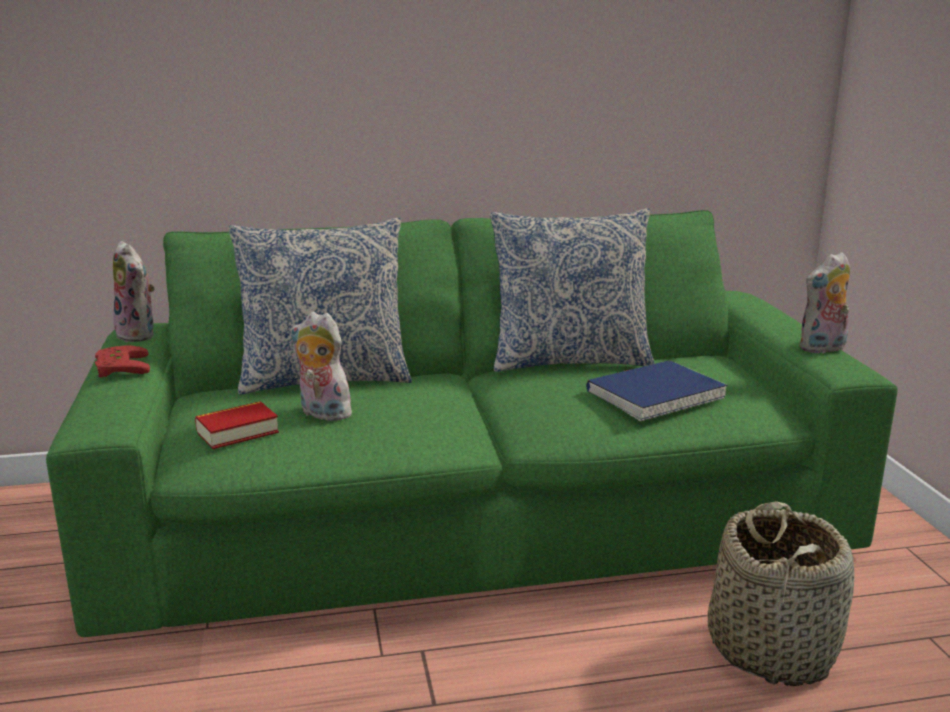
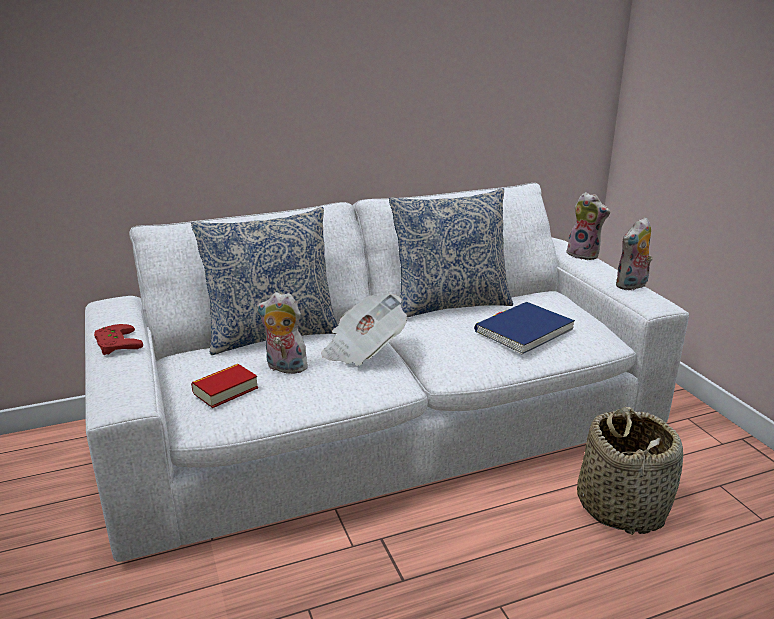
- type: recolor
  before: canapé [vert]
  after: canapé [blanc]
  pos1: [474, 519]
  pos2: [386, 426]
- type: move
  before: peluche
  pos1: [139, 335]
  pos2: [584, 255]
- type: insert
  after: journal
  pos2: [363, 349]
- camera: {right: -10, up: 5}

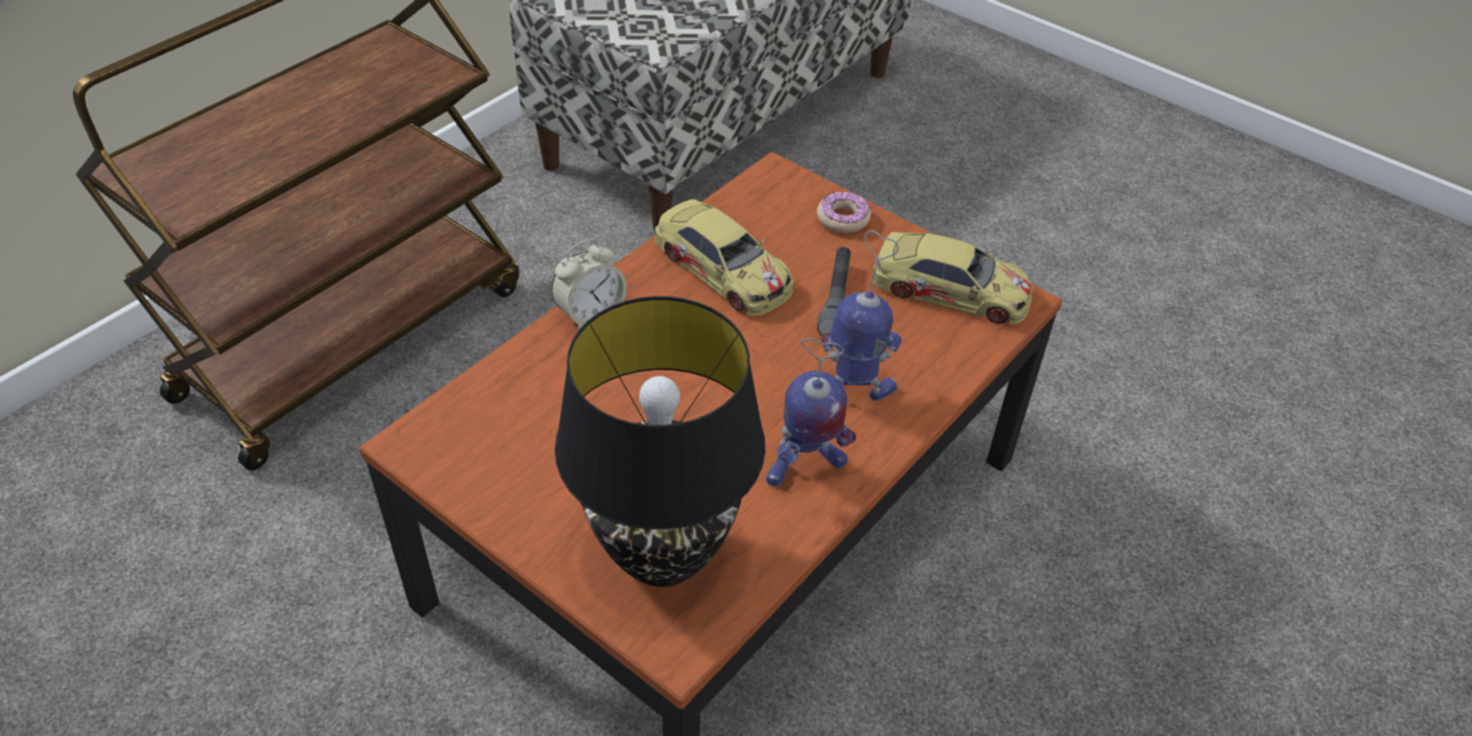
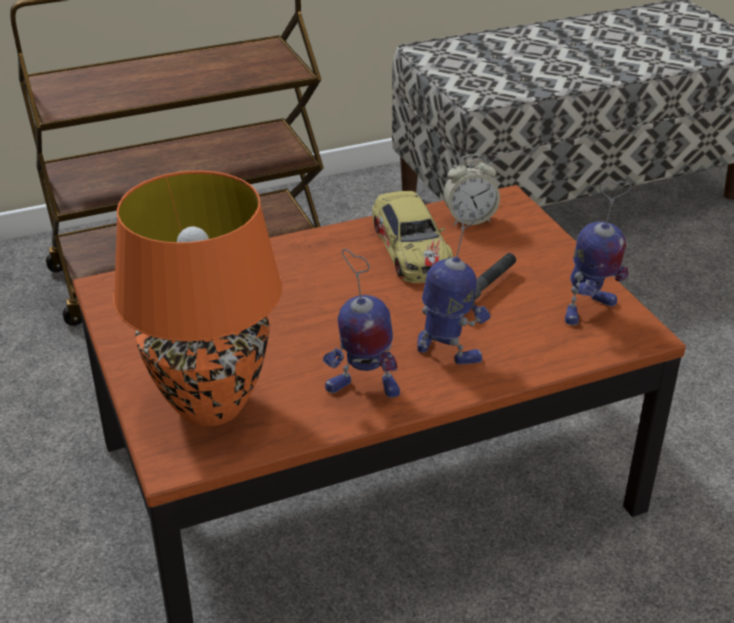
- type: delete
  before: beignet
  pos1: [843, 219]
- type: replace
  before: petite voiture
  after: robot jouet
  pos1: [951, 289]
  pos2: [588, 310]
- type: move
  before: réveil
  pos1: [590, 315]
  pos2: [469, 219]
- type: recolor
  before: lampe de table [noir]
  after: lampe de table [orange]
  pos1: [664, 556]
  pos2: [211, 407]
- camera: {right: 30, up: -10}

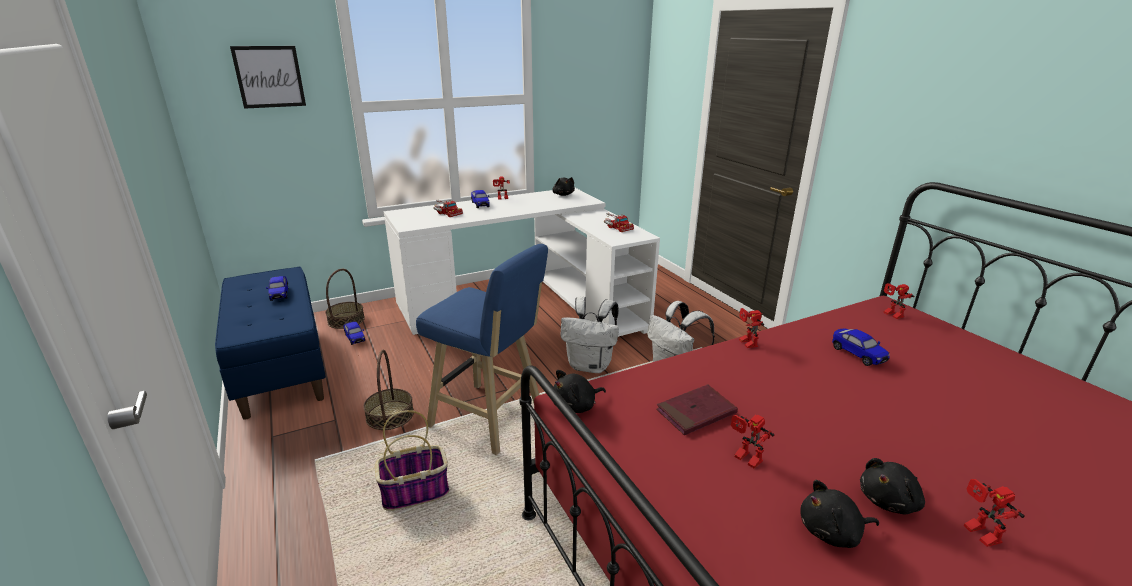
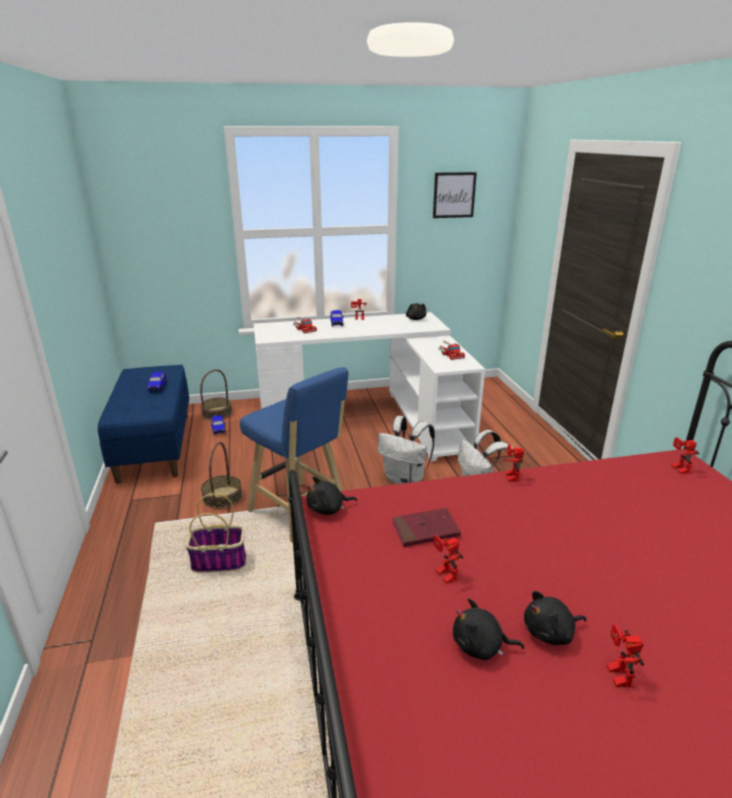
- type: move
  before: tableau
  pos1: [269, 77]
  pos2: [454, 195]
- type: delete
  before: petite voiture
  pos1: [858, 355]
- camera: {right: 15, up: 0}

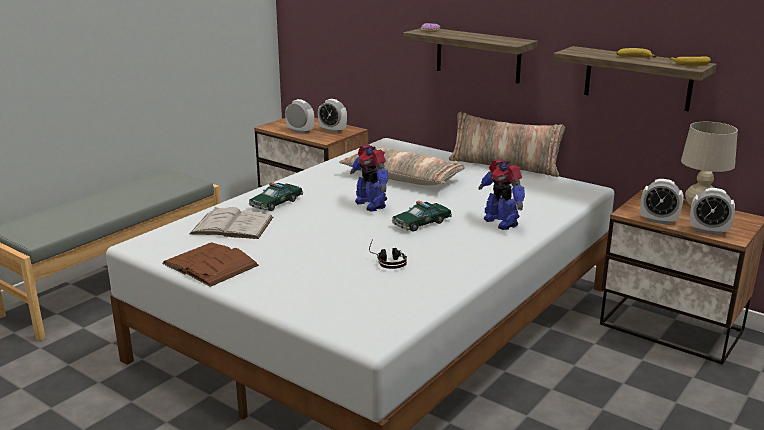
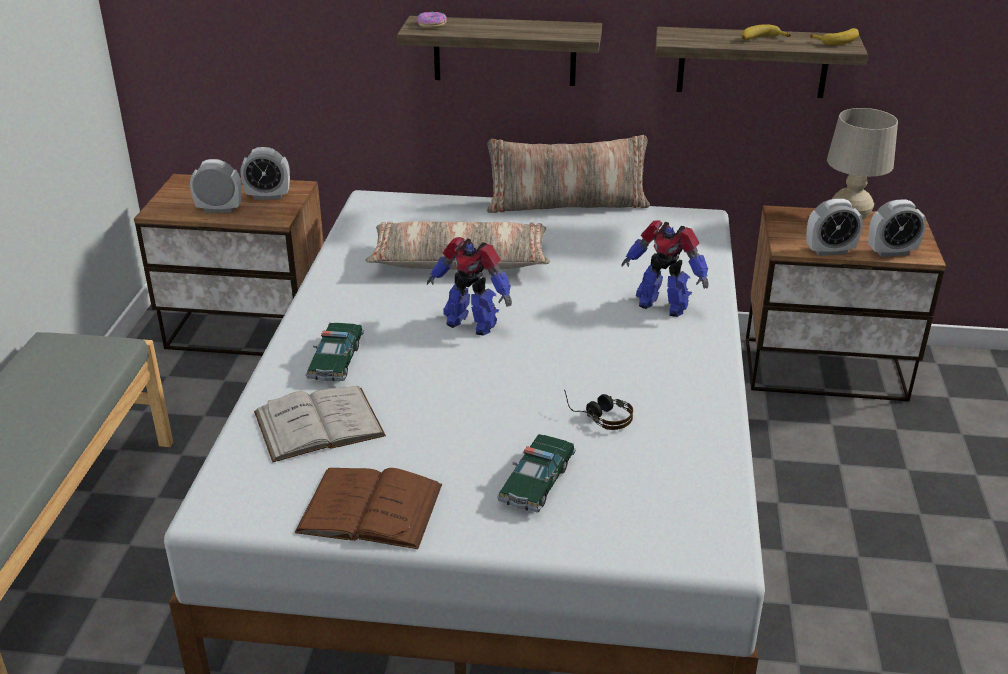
- type: move
  before: petite voiture
  pos1: [421, 223]
  pos2: [537, 482]
- camera: {right: -30, up: 10}

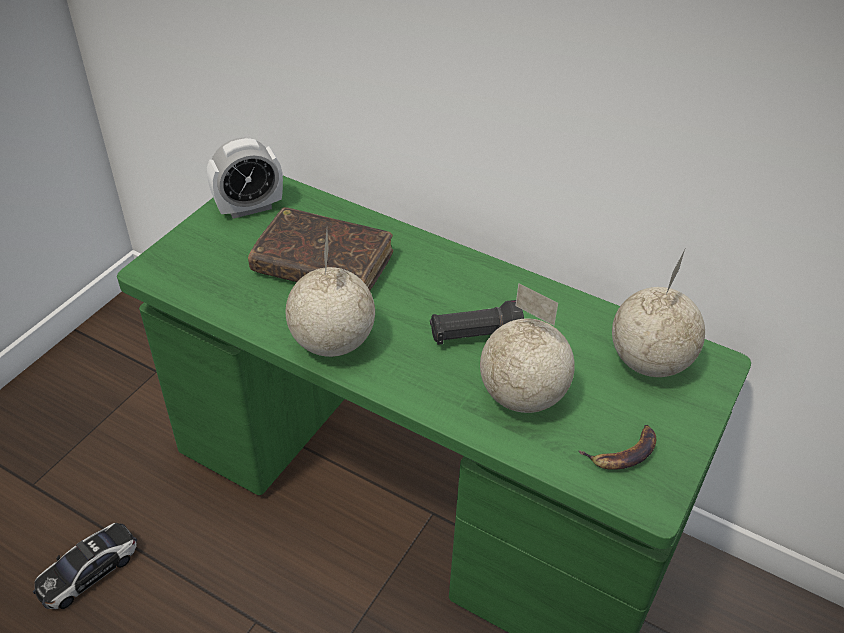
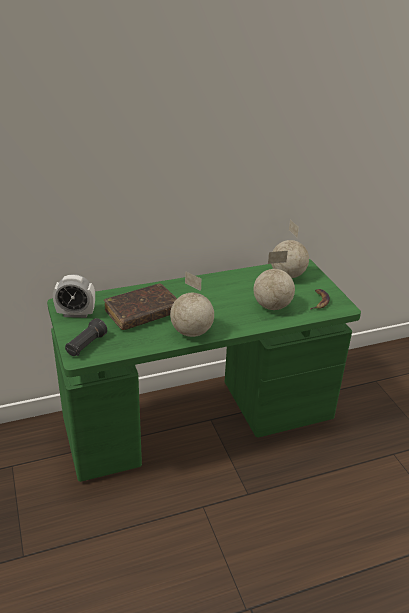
- type: rotate
  before: réveil
  pos1: [249, 208]
  pos2: [76, 314]
  turn: 75
- type: move
  before: lampe de poche [noir]
  pos1: [474, 336]
  pos2: [86, 345]
- type: delete
  before: petite voiture
  pos1: [89, 571]
- camera: {right: -50, up: -10}

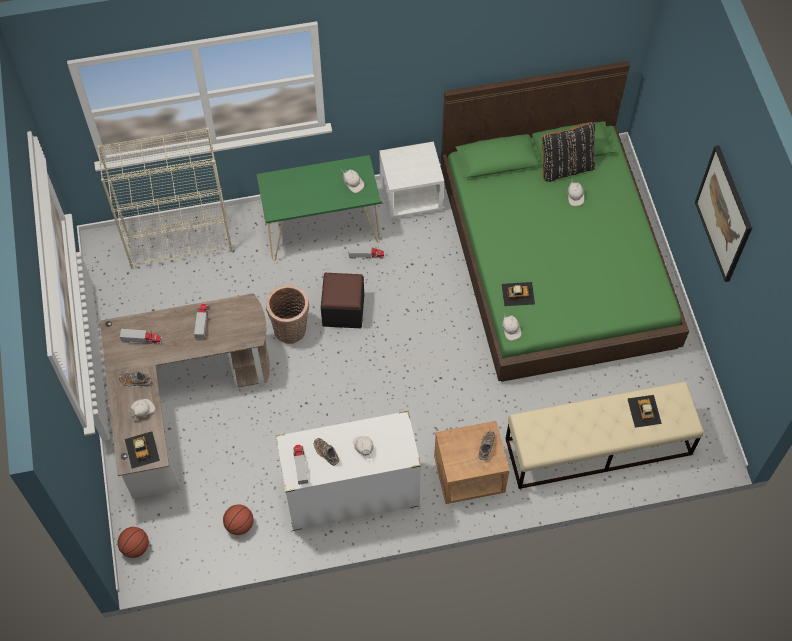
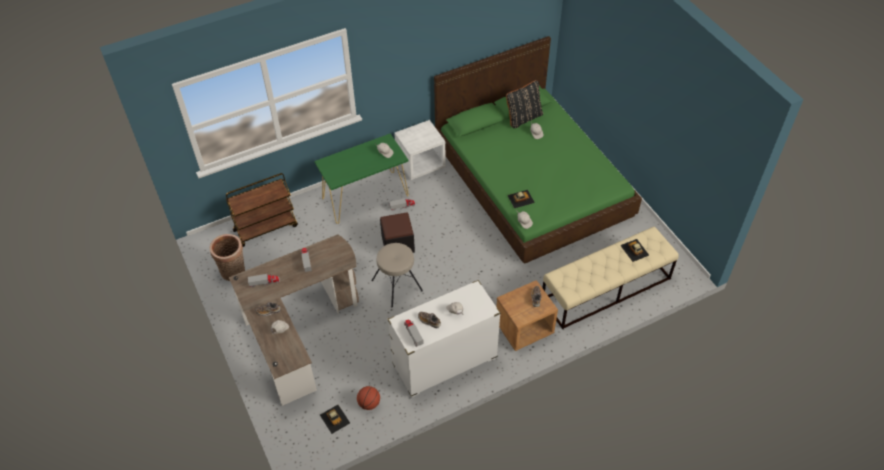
- type: replace
  before: bibliothèque [beige]
  after: chariot [marron]
  pos1: [180, 243]
  pos2: [266, 228]
- type: delete
  before: tableau
  pos1: [724, 214]
- type: move
  before: panier
  pos1: [291, 331]
  pos2: [234, 272]
- type: move
  before: petite voiture
  pos1: [142, 449]
  pos2: [335, 418]
- type: delete
  before: ballon de basket
  pos1: [135, 547]
- type: insert
  after: tabouret [beige]
  pos2: [397, 285]
- camera: {right: -15, up: -10}

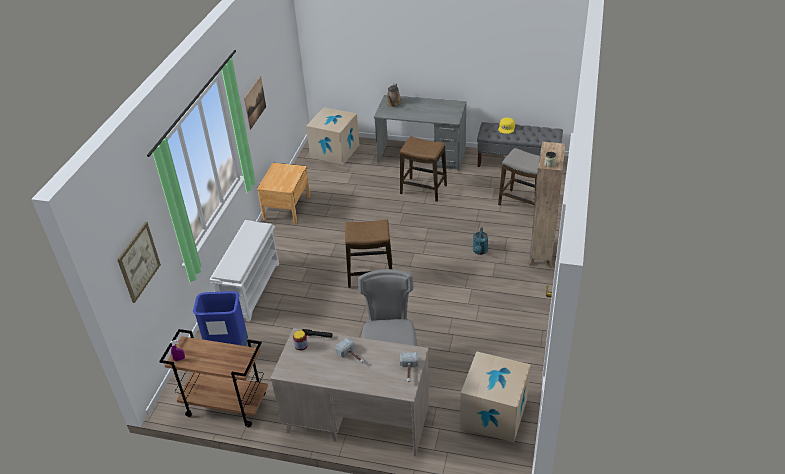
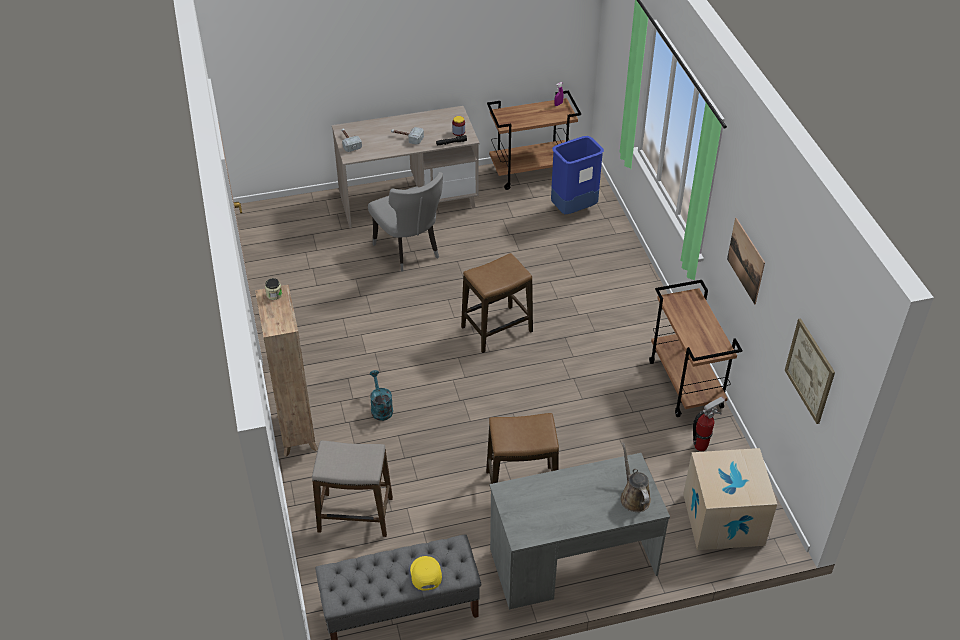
- type: replace
  before: table de chevet [marron]
  after: chariot [marron]
  pos1: [287, 208]
  pos2: [686, 385]
- type: delete
  before: étagère à chaussures [blanc]
  pos1: [251, 289]
- type: move
  before: tableau
  pos1: [139, 262]
  pos2: [810, 371]
- type: delete
  before: carton
  pos1: [493, 413]
- type: insert
  after: extincteur
  pos2: [701, 446]
- camera: {right: 150, up: 5}

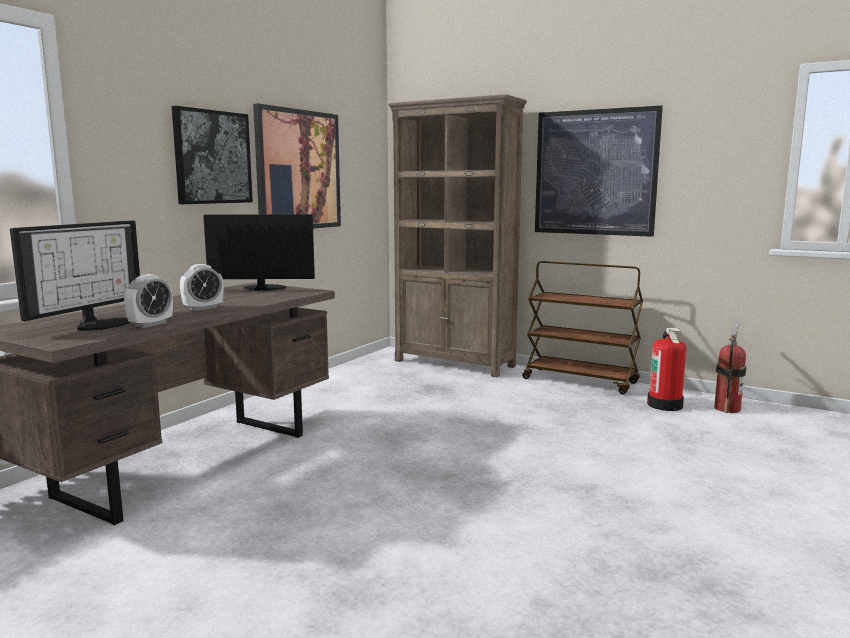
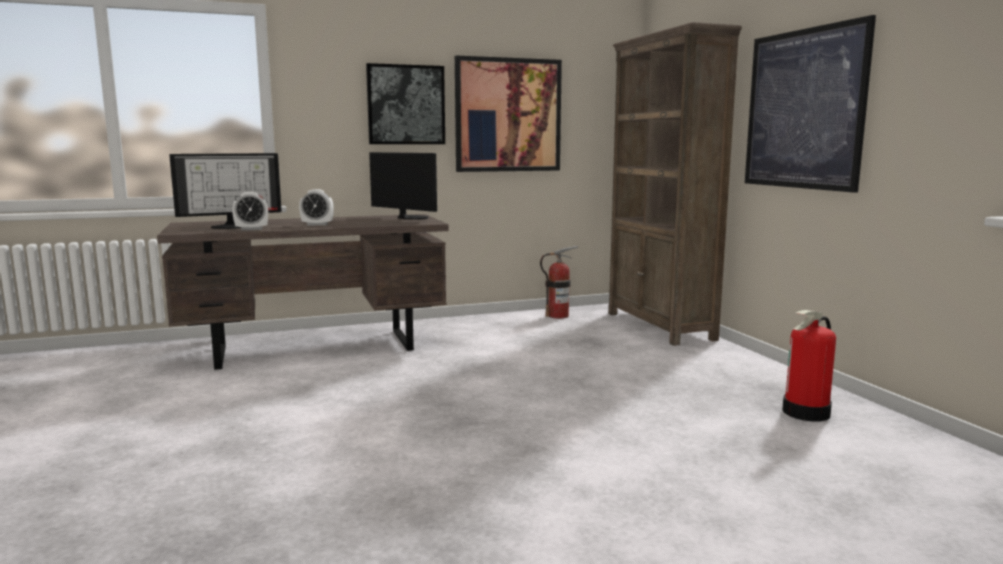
- type: delete
  before: chariot [marron]
  pos1: [581, 381]
- type: move
  before: extincteur
  pos1: [727, 408]
  pos2: [558, 316]
- camera: {right: 40, up: 0}

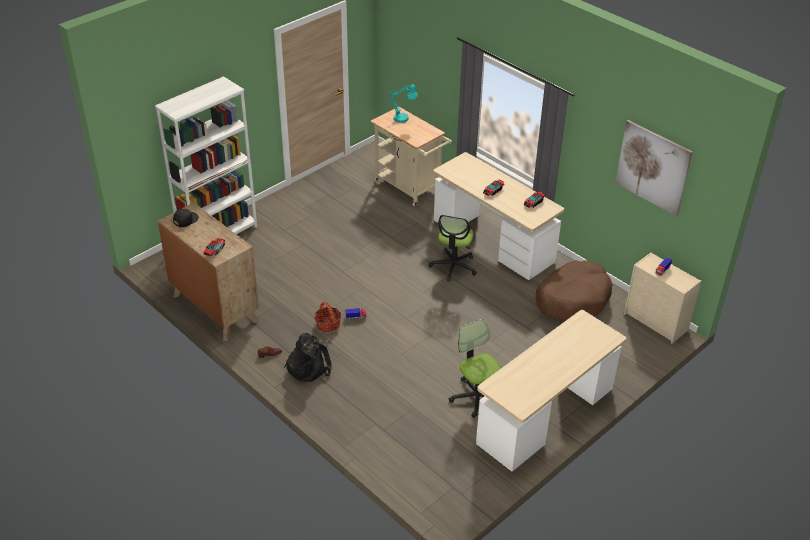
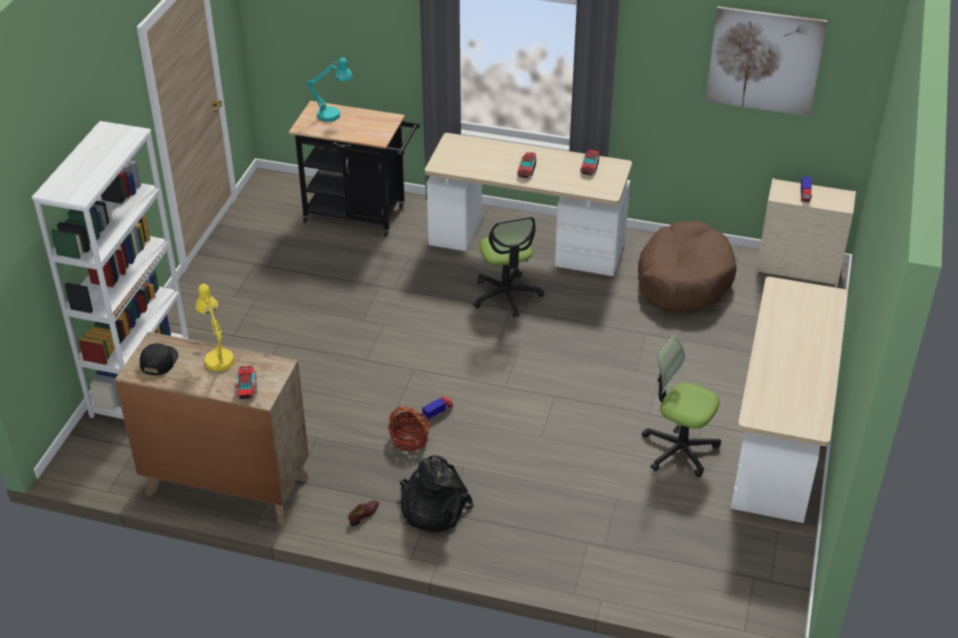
- type: recolor
  before: chariot [beige]
  after: chariot [noir]
  pos1: [410, 188]
  pos2: [361, 215]
- type: insert
  after: lampe de table [jaune]
  pos2: [217, 357]
- camera: {right: -30, up: 0}

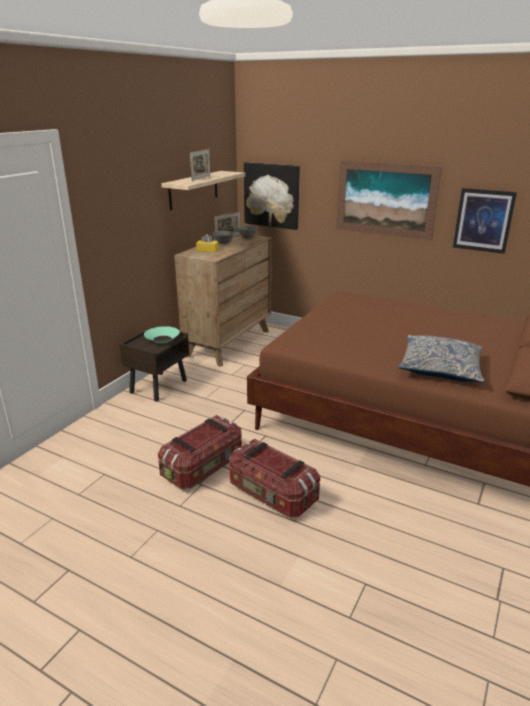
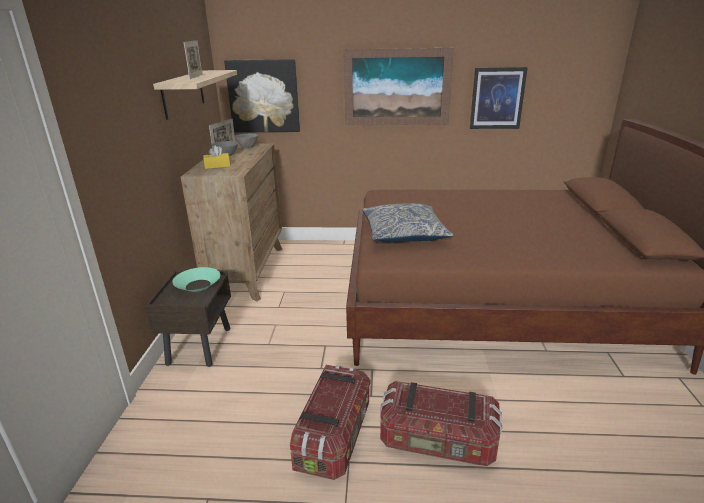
- type: move
  before: coussin
  pos1: [440, 368]
  pos2: [404, 233]
- camera: {right: -25, up: 0}

